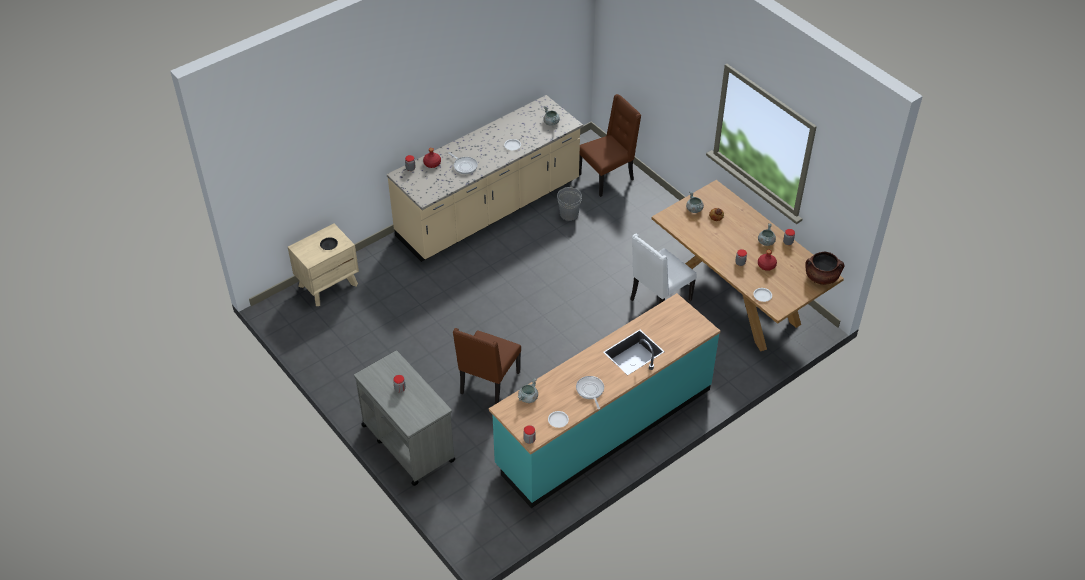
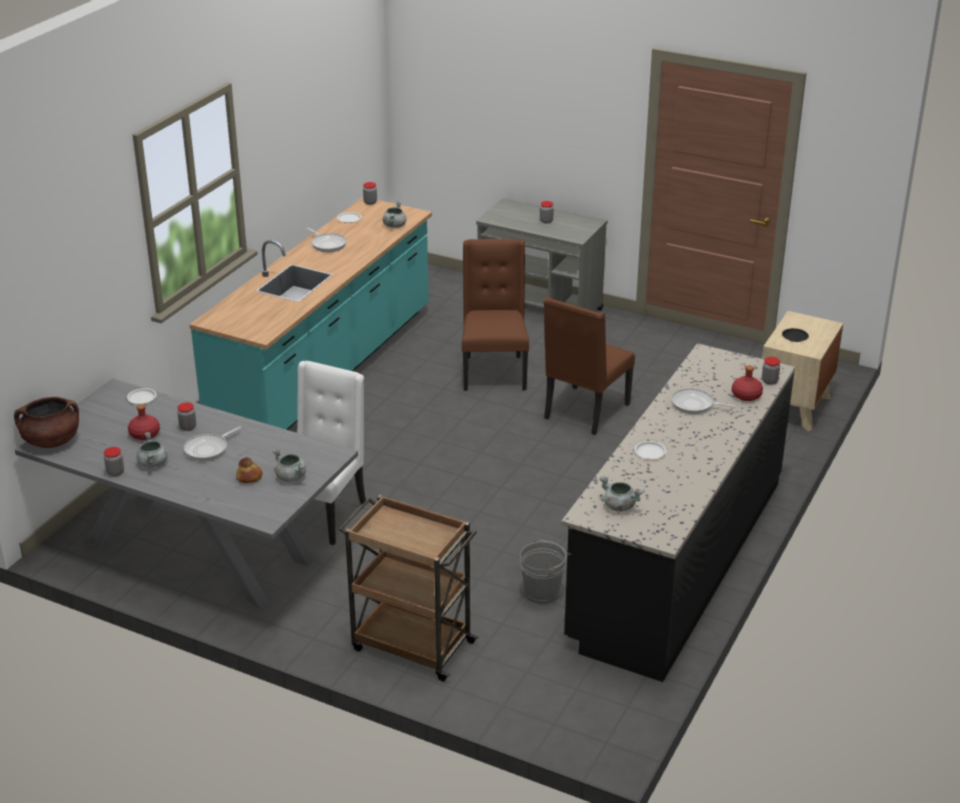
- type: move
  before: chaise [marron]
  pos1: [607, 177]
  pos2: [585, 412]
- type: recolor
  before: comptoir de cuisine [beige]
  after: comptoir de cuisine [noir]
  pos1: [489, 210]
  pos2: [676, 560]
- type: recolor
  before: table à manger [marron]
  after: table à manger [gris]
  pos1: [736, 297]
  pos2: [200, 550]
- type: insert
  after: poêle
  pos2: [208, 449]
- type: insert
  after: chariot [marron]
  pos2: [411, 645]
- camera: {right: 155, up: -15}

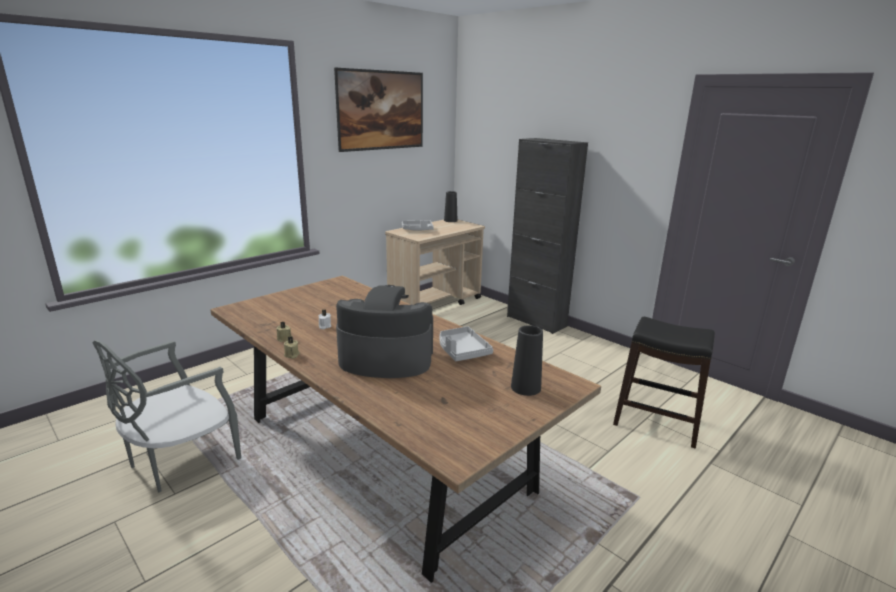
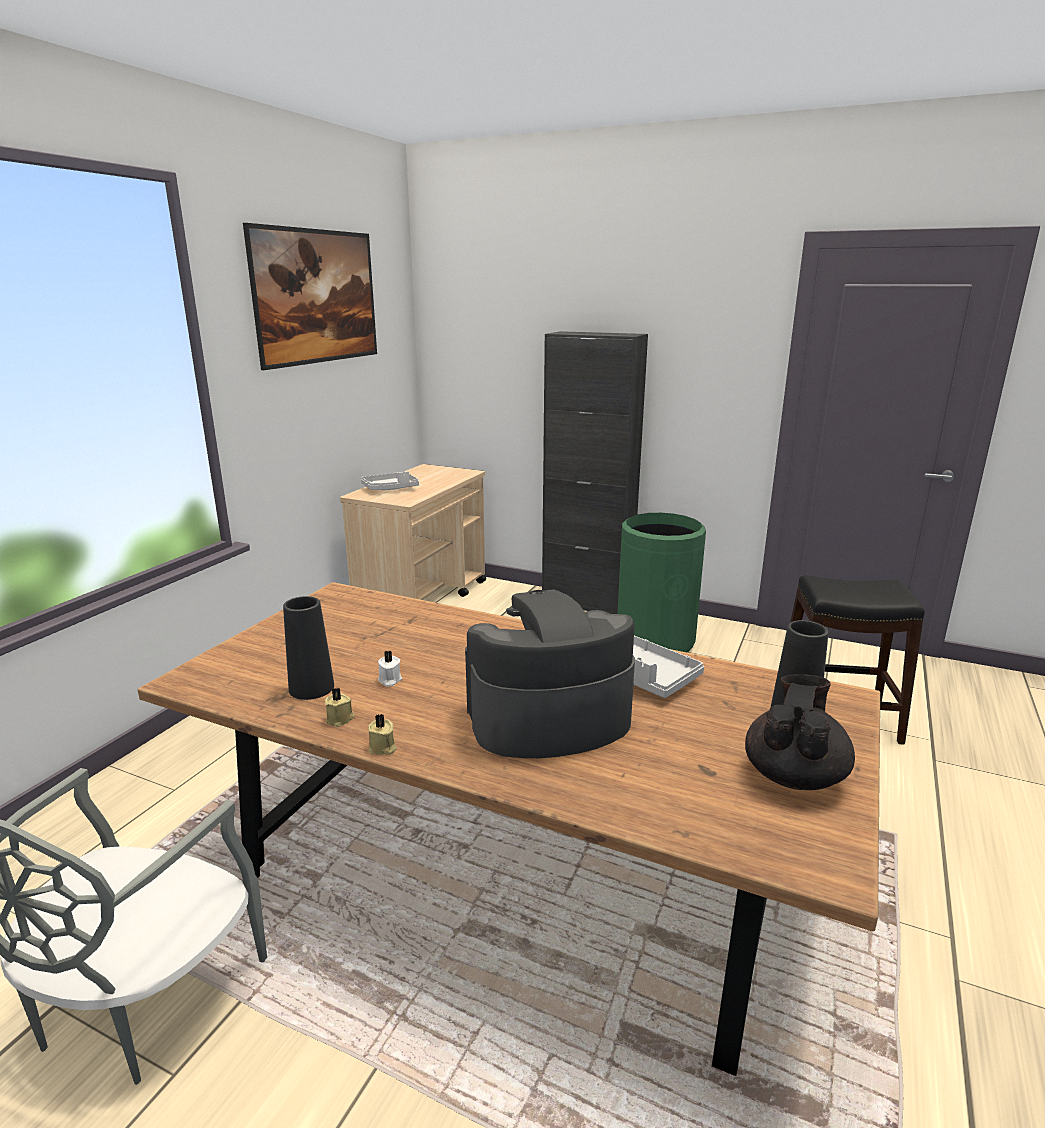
- type: move
  before: vase [noir]
  pos1: [450, 220]
  pos2: [311, 688]
- type: insert
  after: poubelle [vert]
  pos2: [655, 641]
- type: insert
  after: théière [noir]
  pos2: [794, 775]
- camera: {right: -20, up: 0}

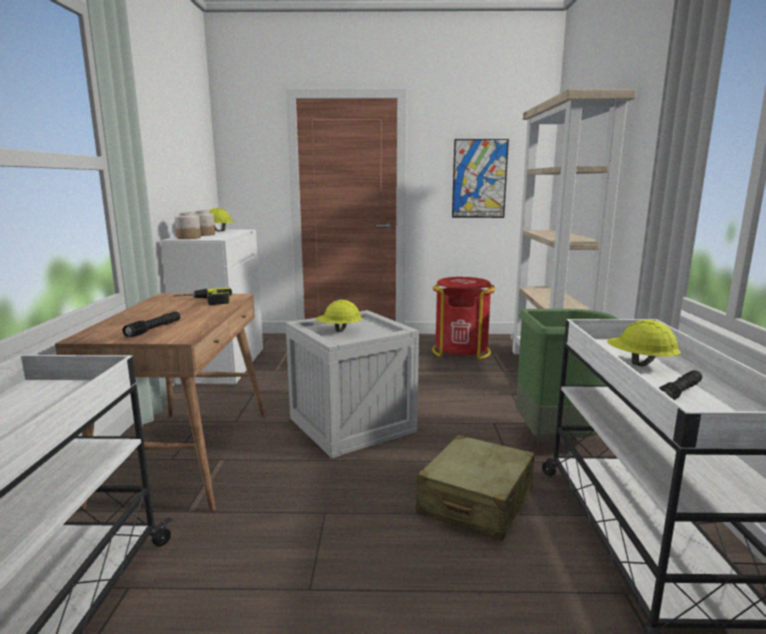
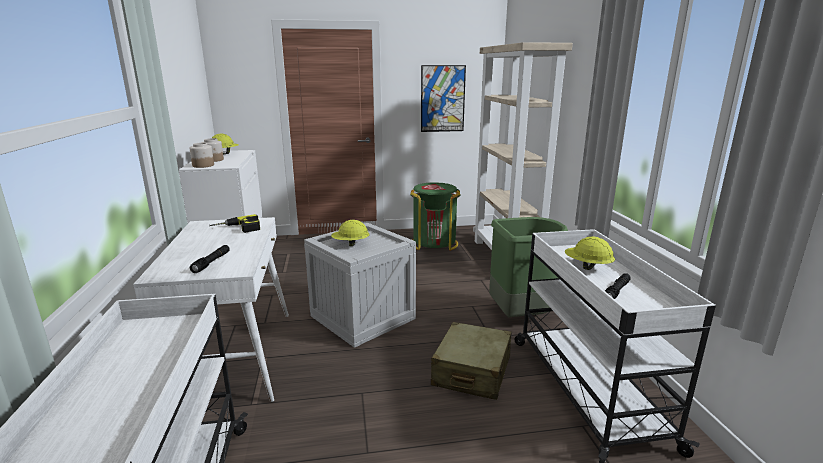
- type: recolor
  before: poubelle [rouge]
  after: poubelle [vert]
  pos1: [461, 351]
  pos2: [434, 243]
- type: recolor
  before: bureau [marron]
  after: bureau [blanc]
  pos1: [187, 455]
  pos2: [233, 356]
- camera: {right: -10, up: 5}

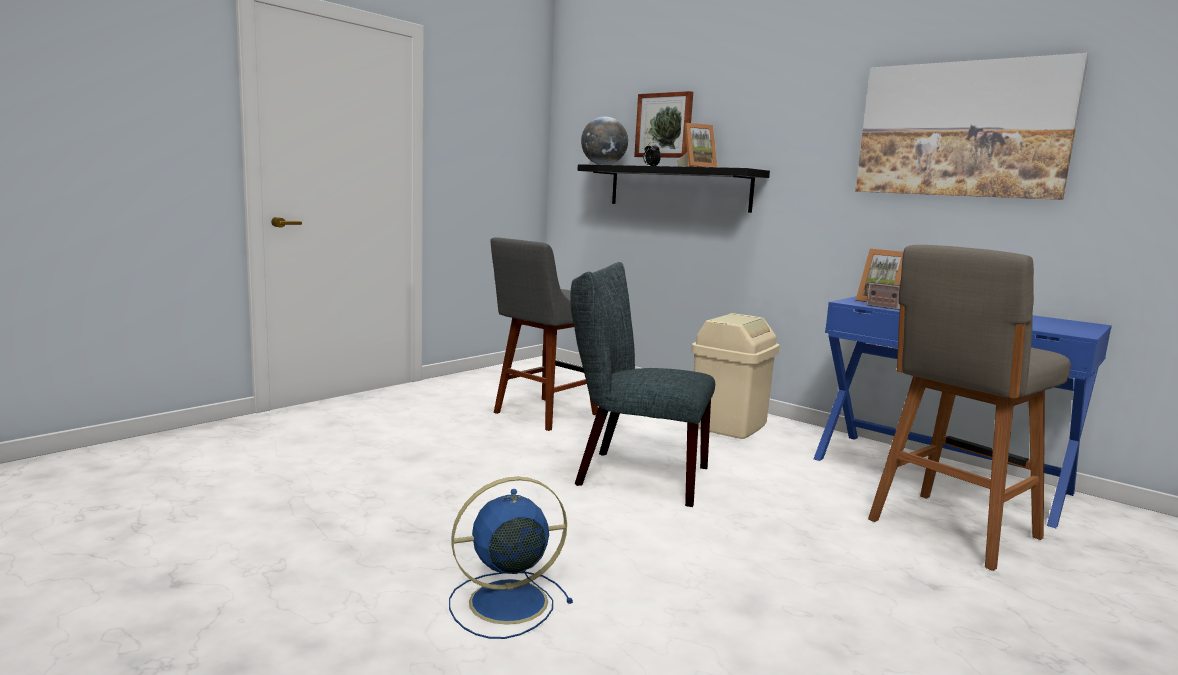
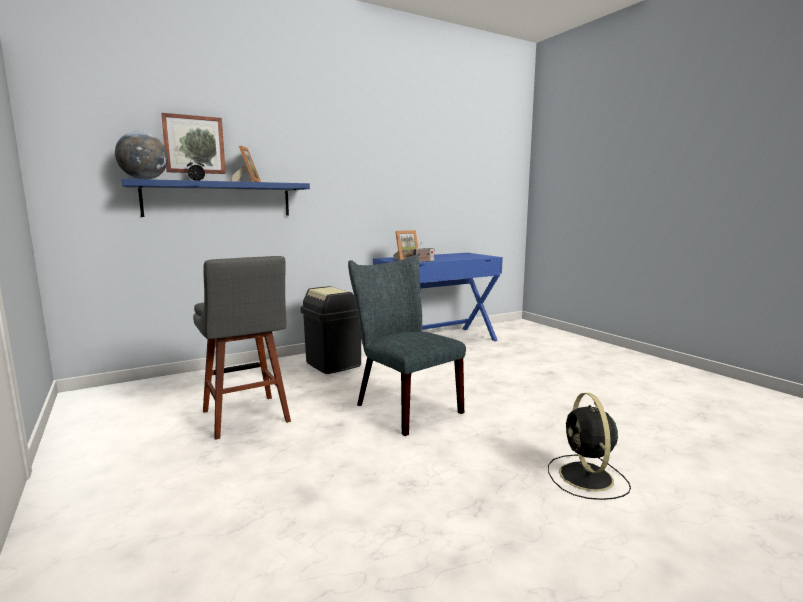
- type: delete
  before: tableau
  pos1: [962, 130]
- type: recolor
  before: étagère [noir]
  after: étagère [bleu]
  pos1: [678, 188]
  pos2: [219, 199]
- type: delete
  before: tabouret [gris]
  pos1: [951, 530]
- type: rotate
  before: chaise [gris]
  pos1: [633, 475]
  pos2: [403, 407]
  turn: 105
- type: recolor
  before: poubelle [beige]
  after: poubelle [noir]
  pos1: [728, 425]
  pos2: [333, 364]
- type: recolor
  before: ventilateur [bleu]
  after: ventilateur [noir]
  pos1: [504, 602]
  pos2: [587, 478]
- camera: {right: -70, up: 0}

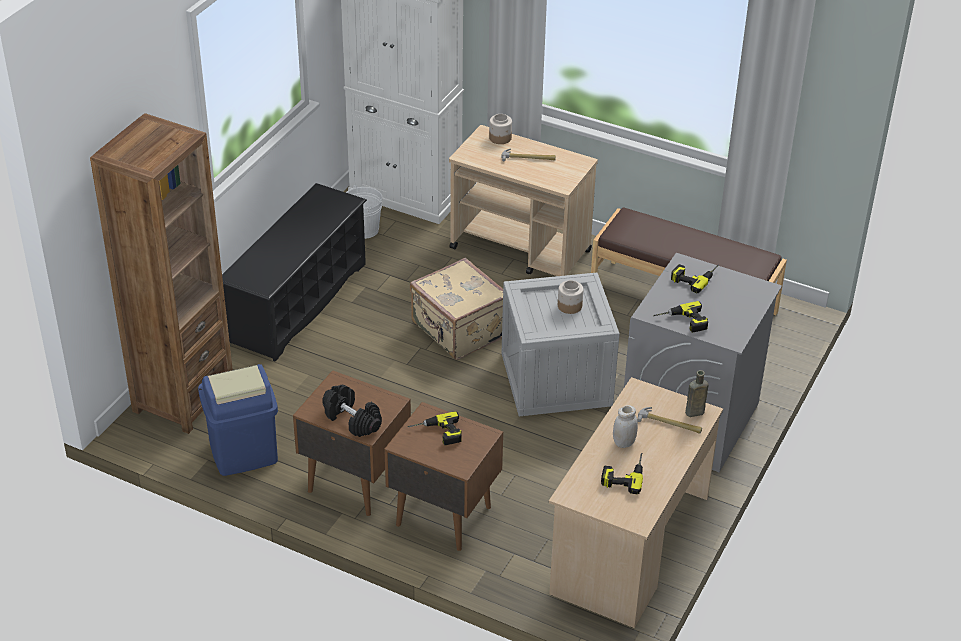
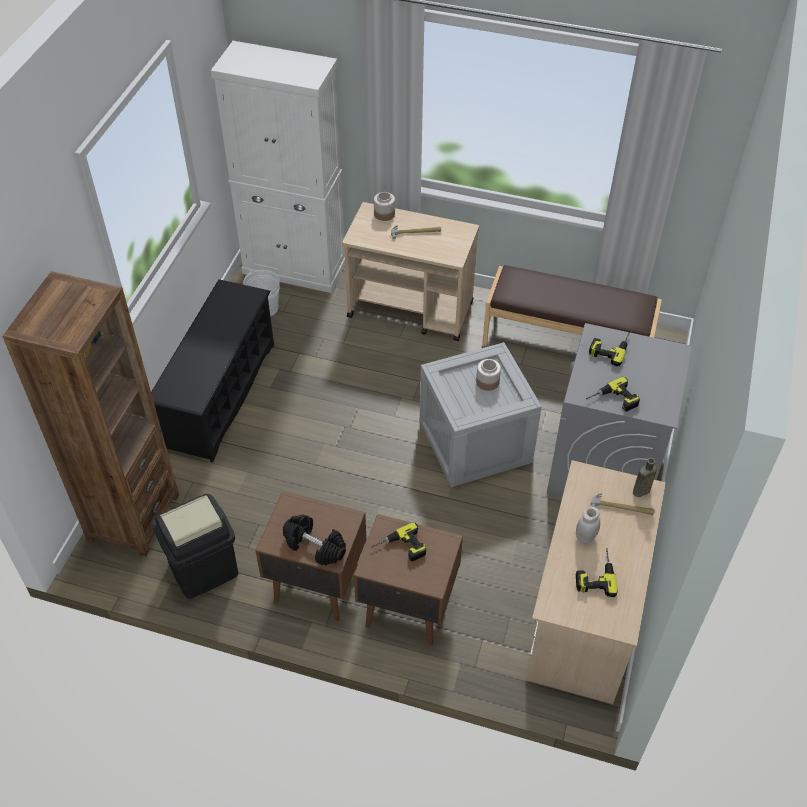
- type: delete
  before: valise [beige]
  pos1: [458, 330]
- type: recolor
  before: poubelle [bleu]
  after: poubelle [noir]
  pos1: [243, 453]
  pos2: [203, 569]
- camera: {right: -10, up: 10}

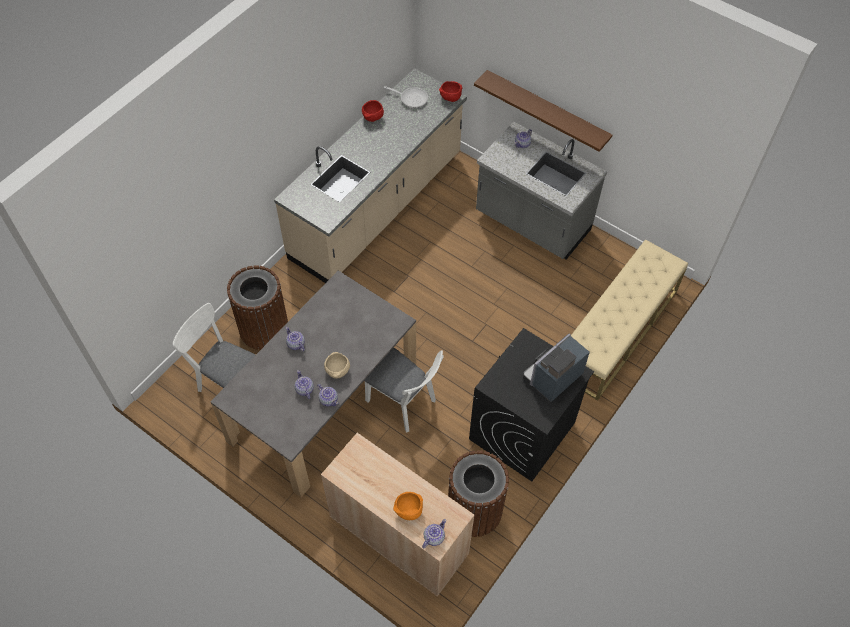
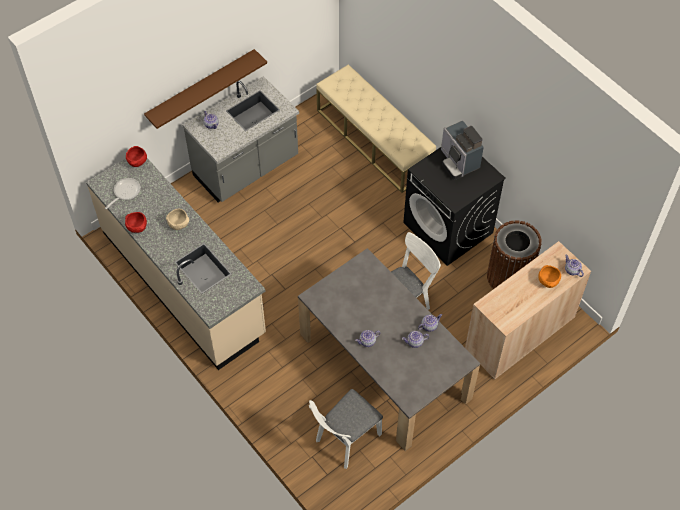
- type: delete
  before: poubelle [marron]
  pos1: [264, 329]
- type: move
  before: bol [beige]
  pos1: [338, 371]
  pos2: [179, 224]
- camera: {right: -75, up: 0}

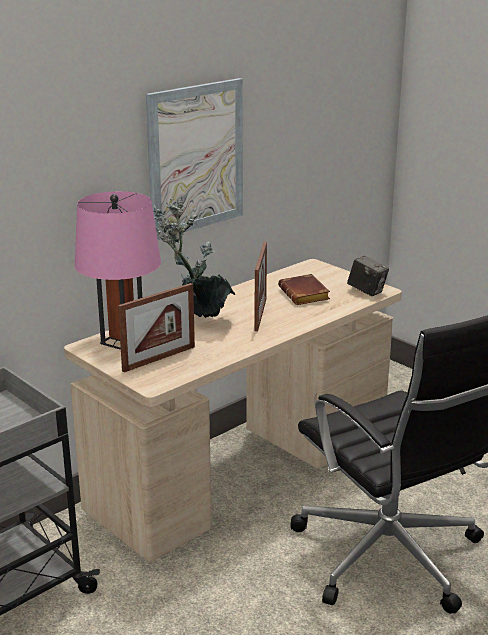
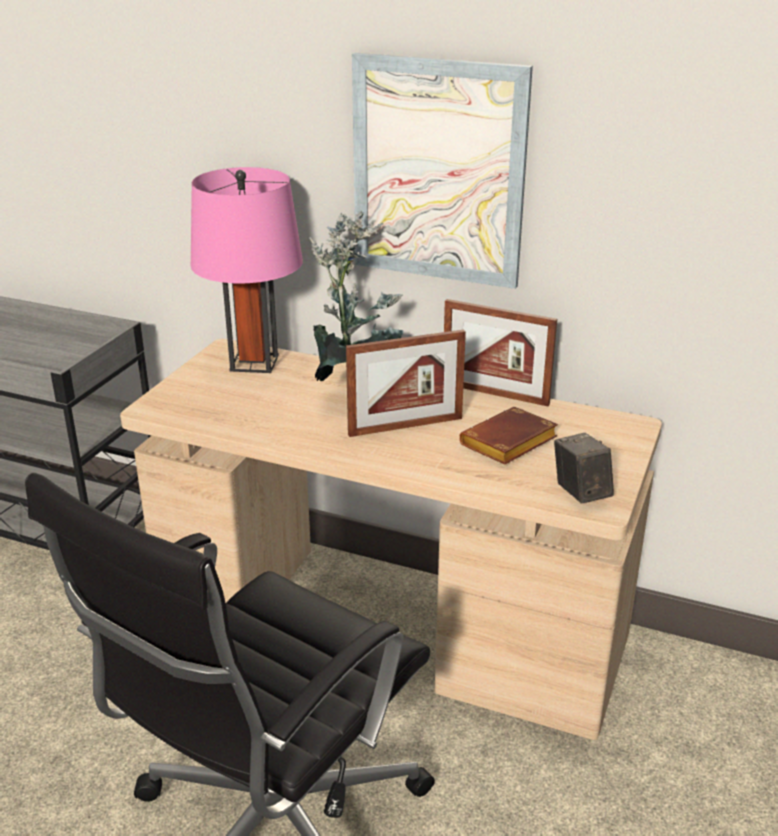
- type: rotate
  before: appareil photo
  pos1: [367, 291]
  pos2: [580, 493]
  turn: 150
- type: move
  before: cadre photo
  pos1: [159, 358]
  pos2: [495, 394]
- camera: {right: 65, up: 5}

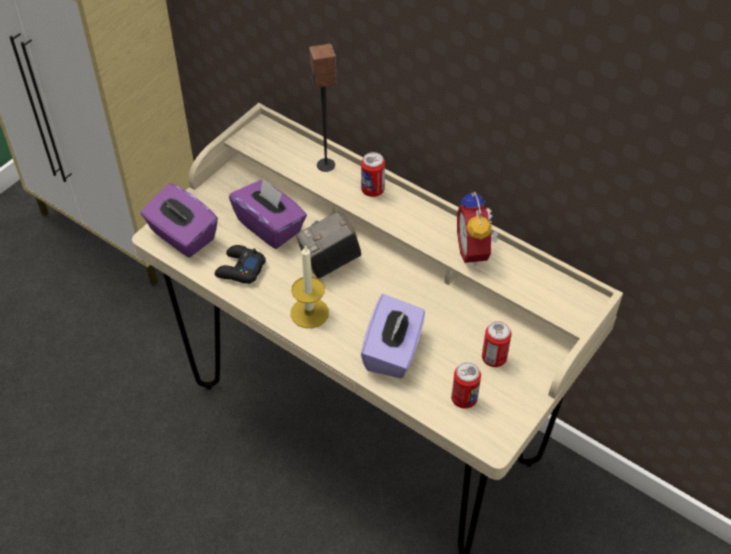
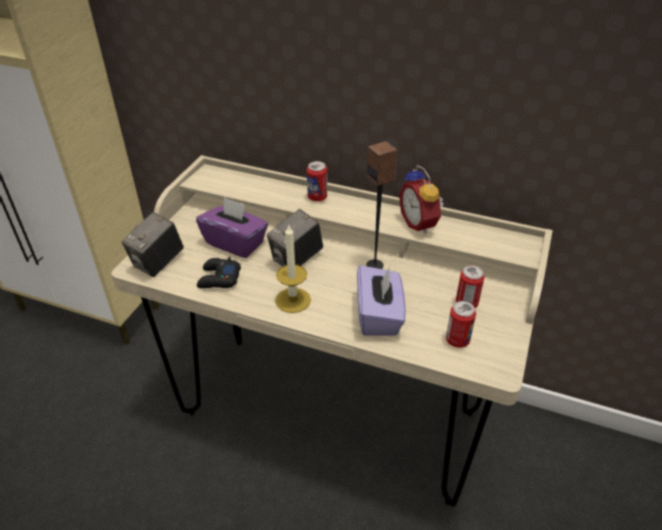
- type: move
  before: enceinte
  pos1: [326, 165]
  pos2: [375, 265]
- type: replace
  before: boîte à mouchoirs [violet]
  after: appareil photo
  pos1: [182, 236]
  pos2: [158, 263]
- camera: {right: -15, up: -10}

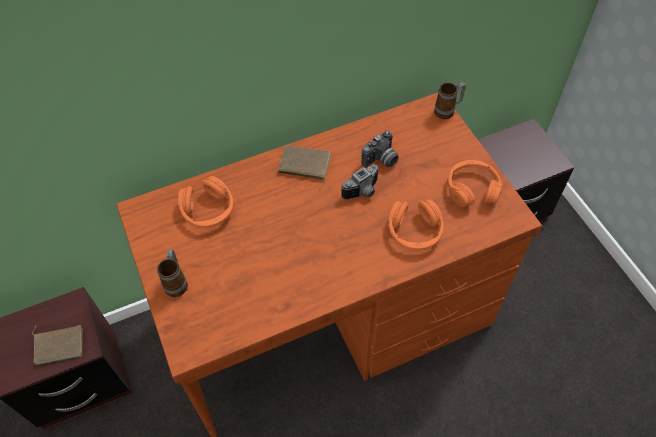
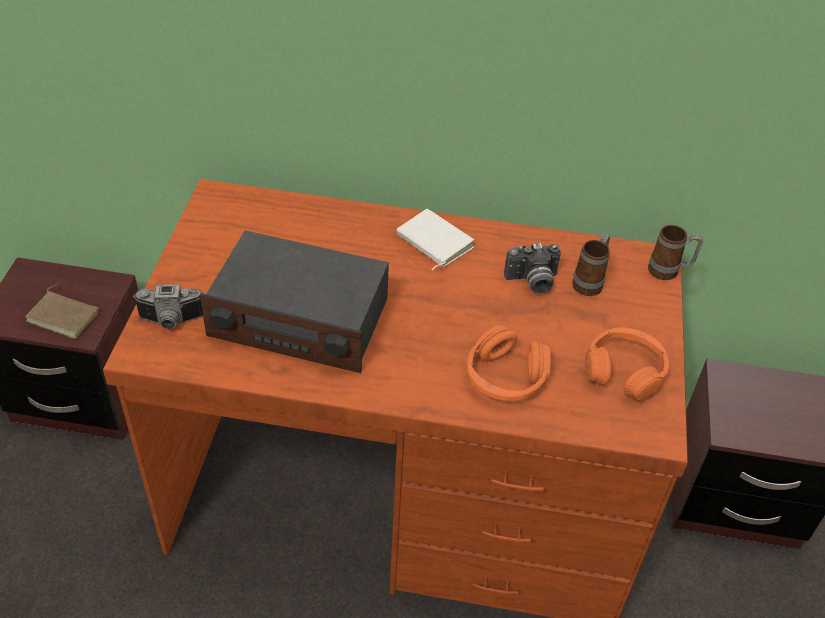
- type: recolor
  before: livre [marron]
  after: livre [blanc]
  pos1: [304, 166]
  pos2: [433, 242]
- type: move
  before: appareil photo
  pos1: [364, 192]
  pos2: [171, 321]
- type: delete
  before: casque audio [orange]
  pos1: [208, 210]
- type: move
  before: mug
  pos1: [176, 282]
  pos2: [590, 282]
- type: insert
  after: radio
  pos2: [299, 319]
- camera: {right: 30, up: -10}

